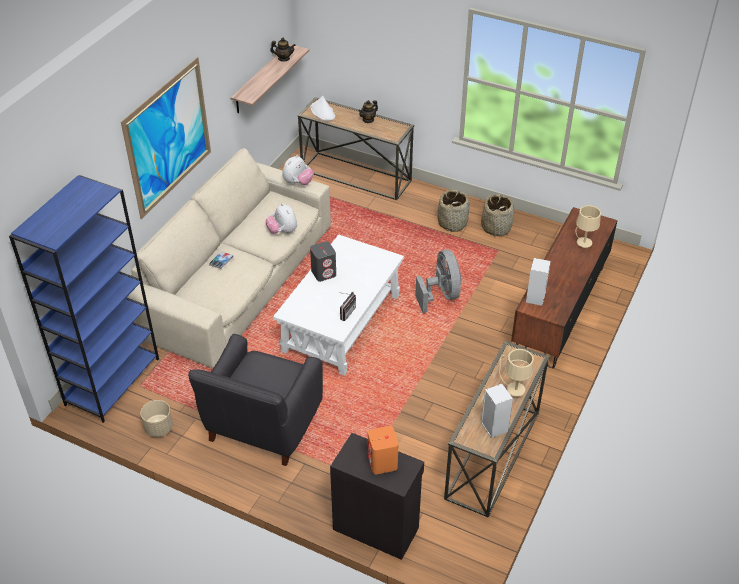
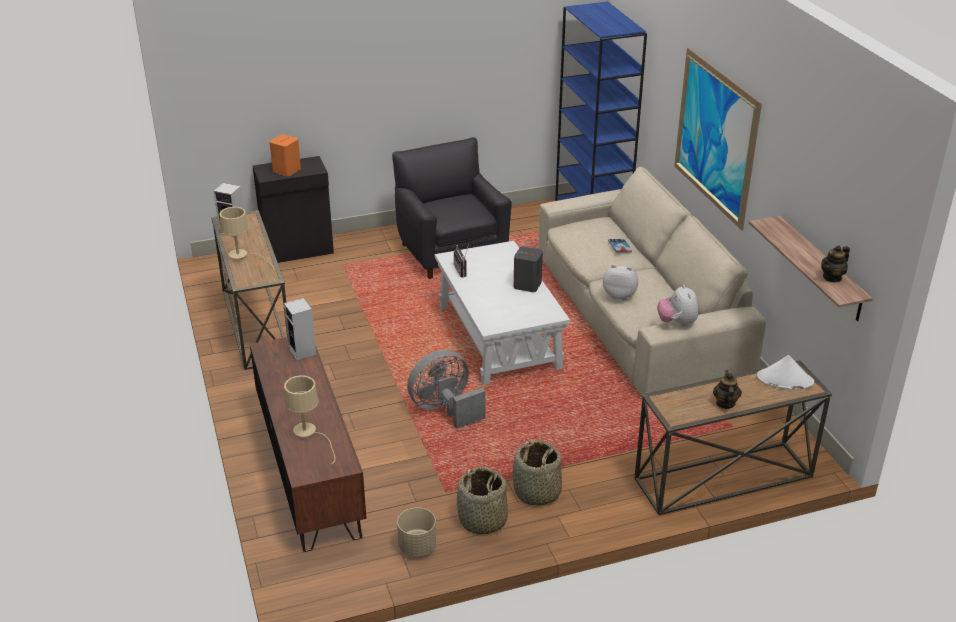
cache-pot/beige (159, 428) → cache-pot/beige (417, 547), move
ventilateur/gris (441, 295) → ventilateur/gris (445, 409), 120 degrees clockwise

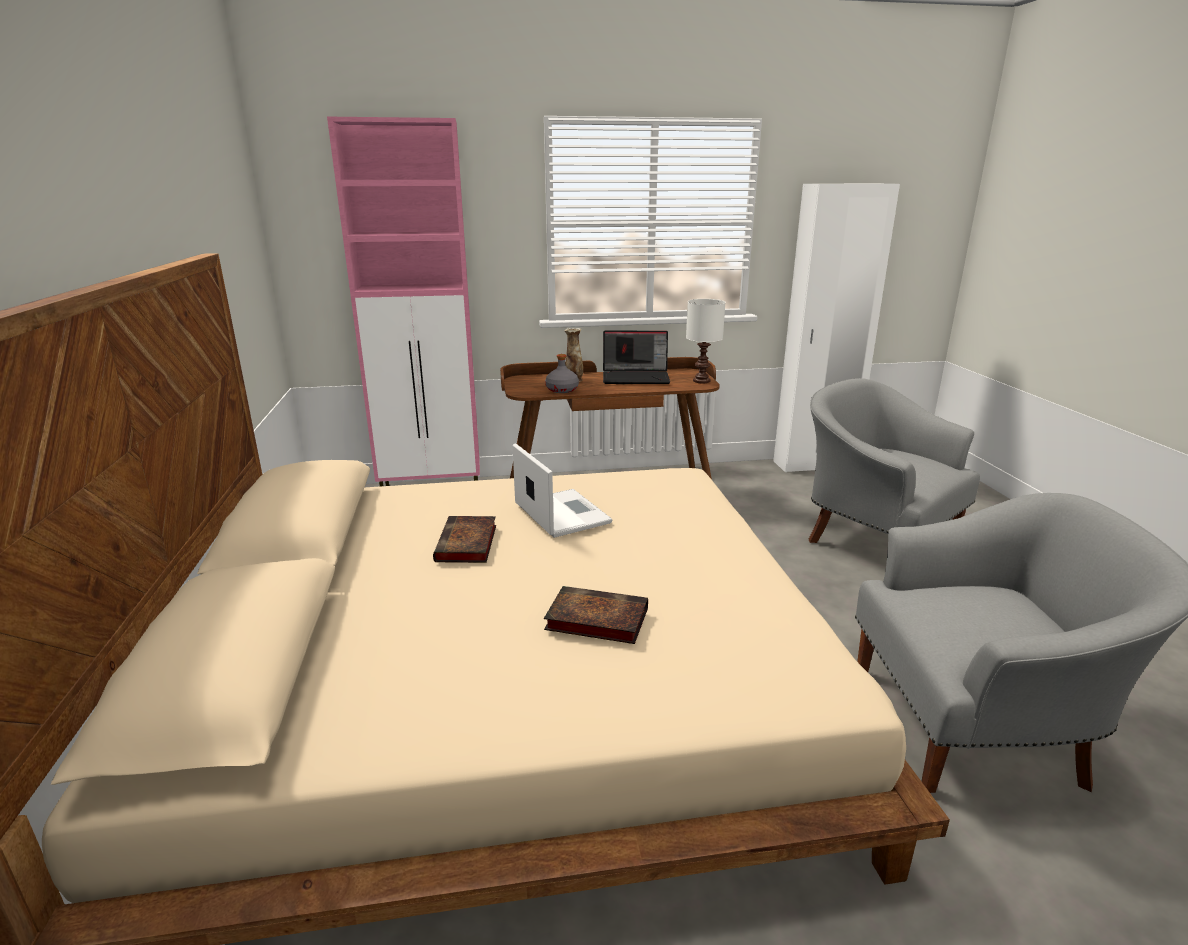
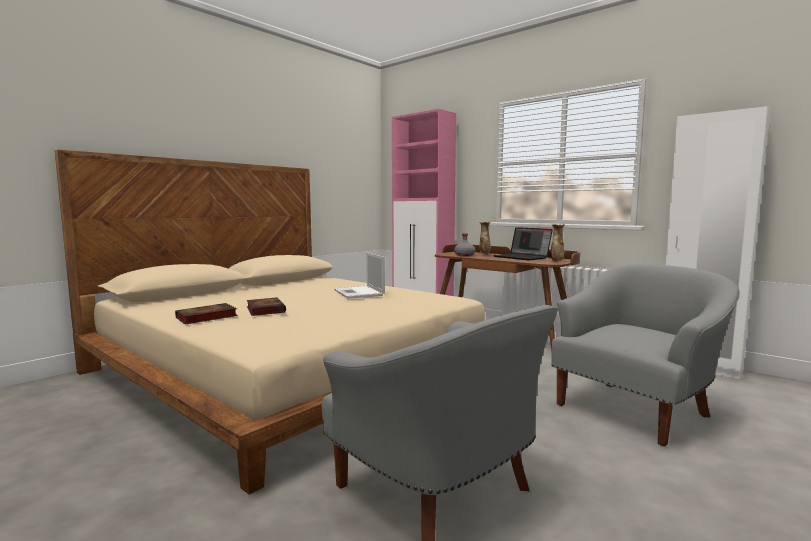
livre (467, 545) → livre (205, 317), move
ordinateur portable (561, 513) → ordinateur portable (359, 293), 135 degrees clockwise
lampe de table/blanc (701, 381) → vase (556, 262)
fauteuil/gris (875, 539) → fauteuil/gris (636, 409), 45 degrees clockwise

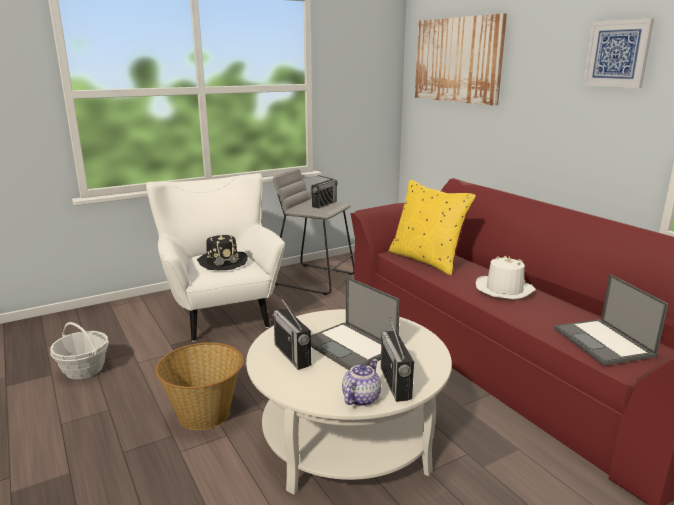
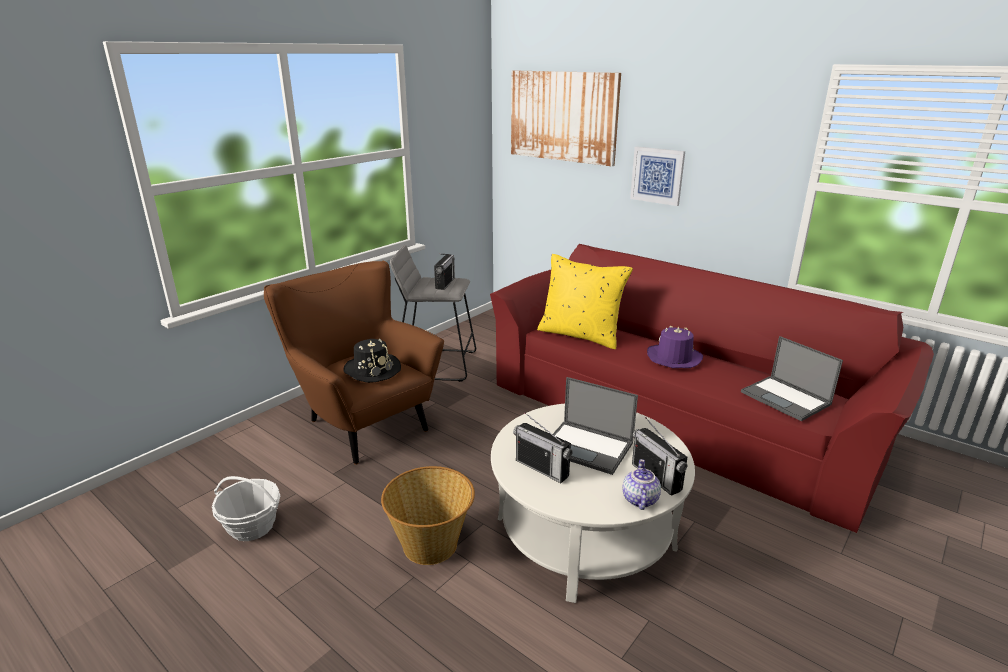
fauteuil/blanc (221, 312) → fauteuil/marron (361, 422)
chapeau/blanc (504, 289) → chapeau/violet (674, 358)
tableau (617, 53) → tableau (657, 175), move

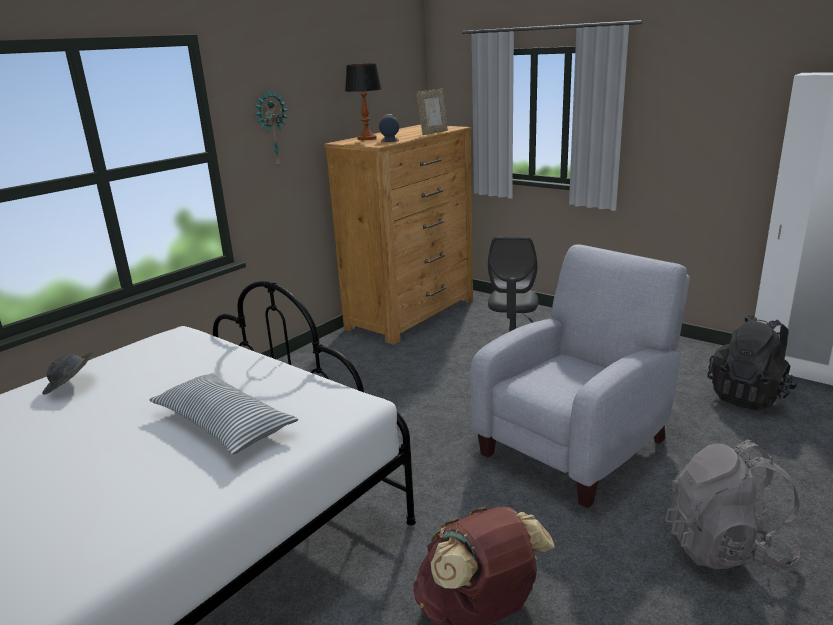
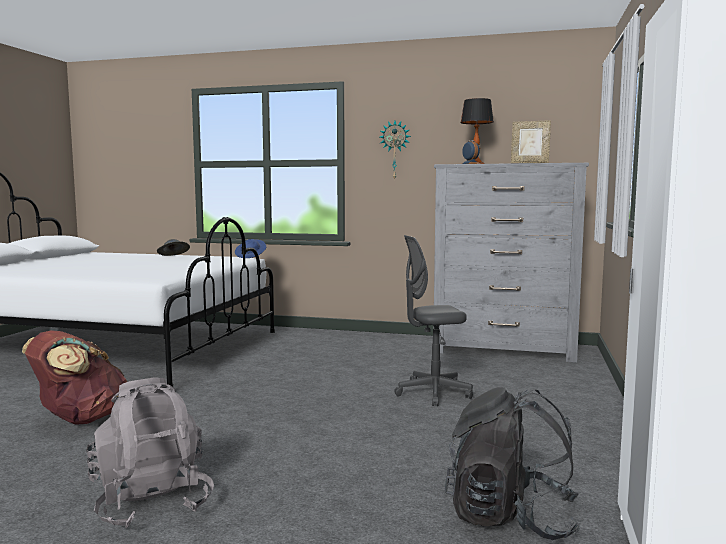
coussin (223, 425) → -
commode/marron (412, 314) → commode/gris (504, 349)
fauteuil/gris (578, 444) → -
- → chapeau/bleu (251, 256)

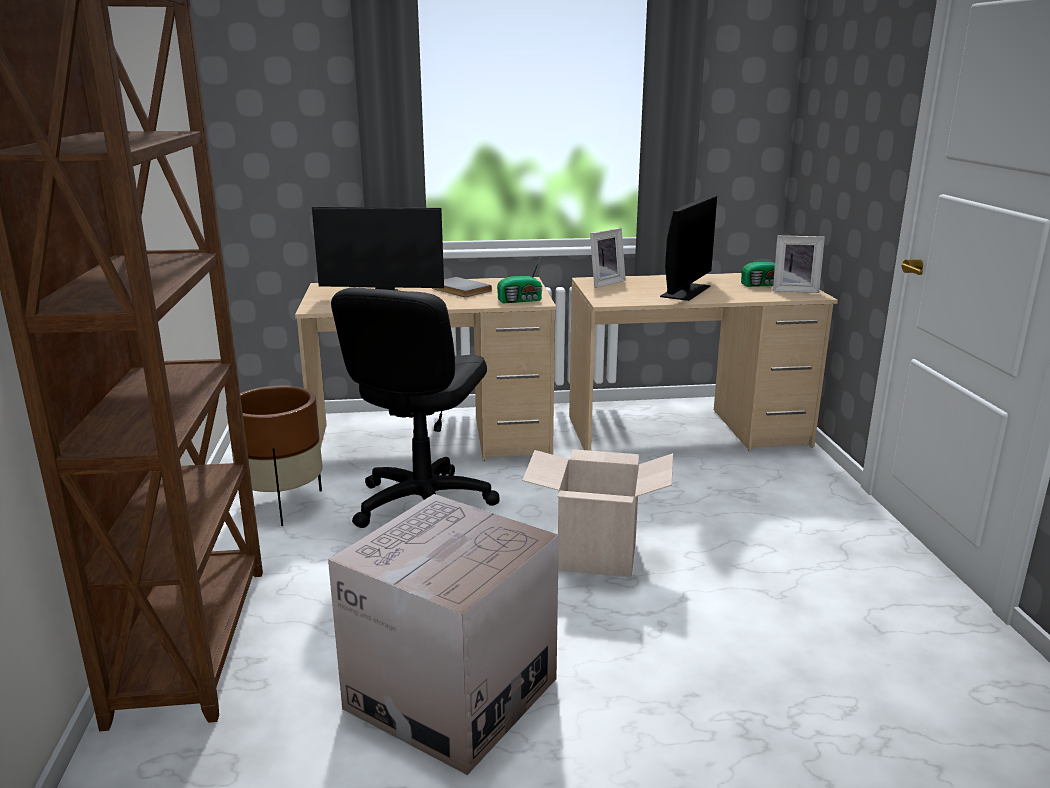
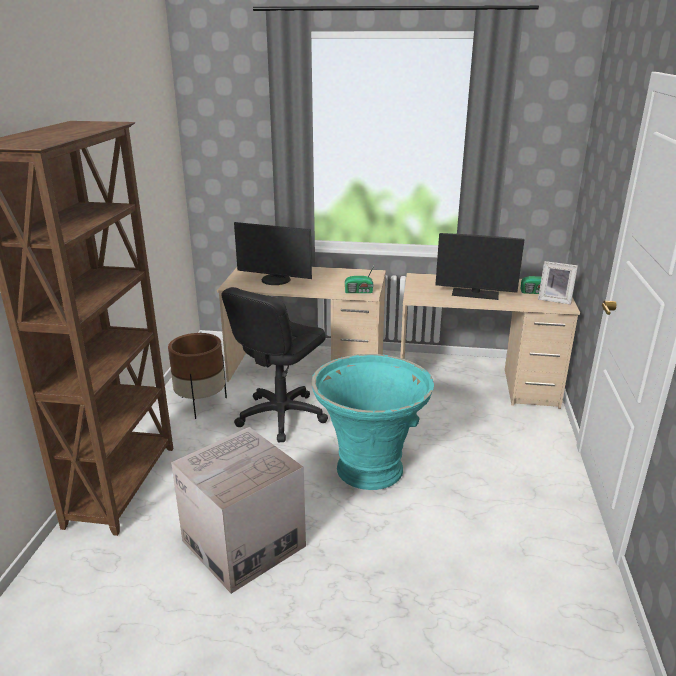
livre/gris (459, 290) → -
carton (597, 555) → cache-pot/turquoise (370, 468)
cadre photo (604, 283) → -
écran d'ordinateur (685, 291) → écran d'ordinateur (475, 294), 60 degrees clockwise

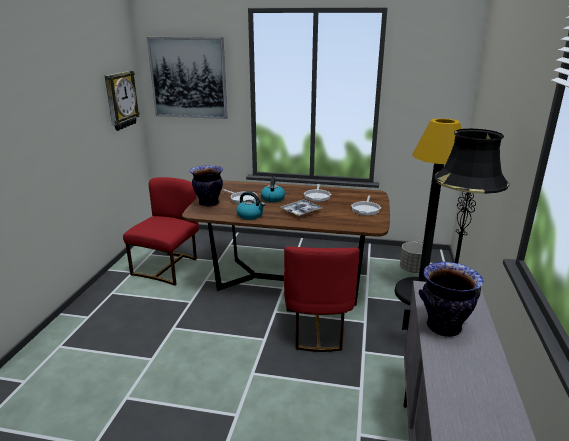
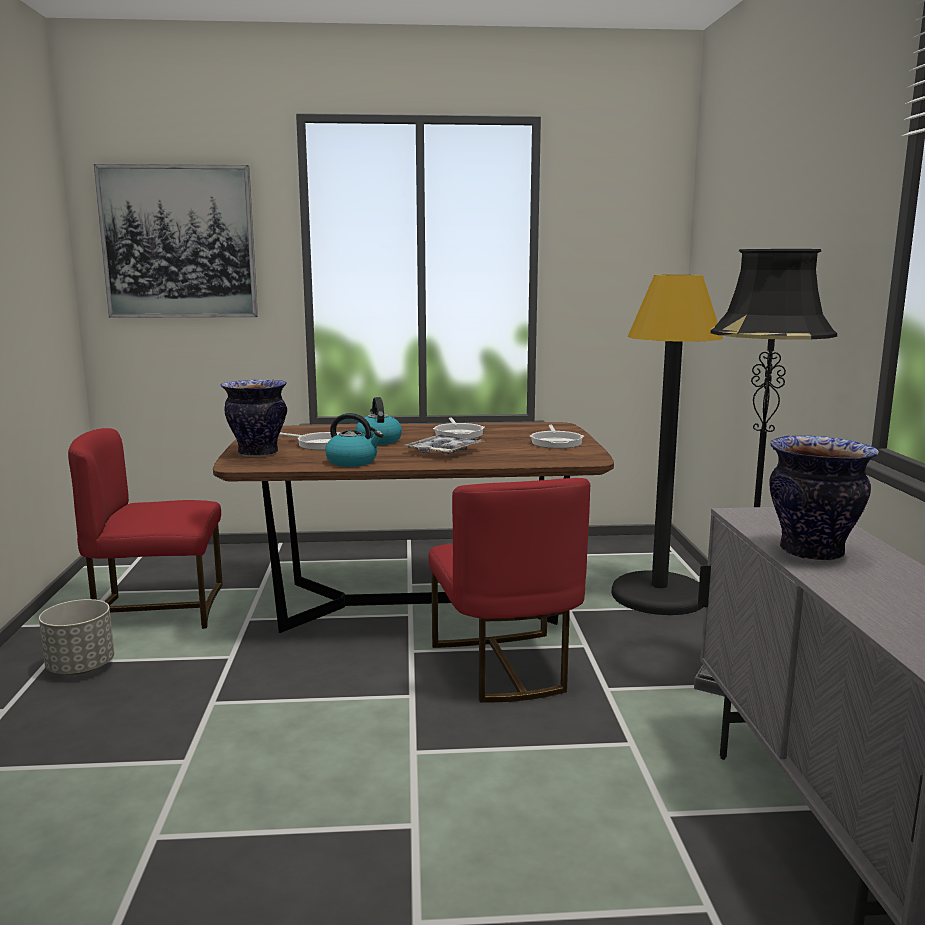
horloge murale (120, 100) → -
chaise/rouge (168, 267) → chaise/rouge (159, 608), 105 degrees counterclockwise
cache-pot/gris (412, 270) → cache-pot/gris (80, 668), move

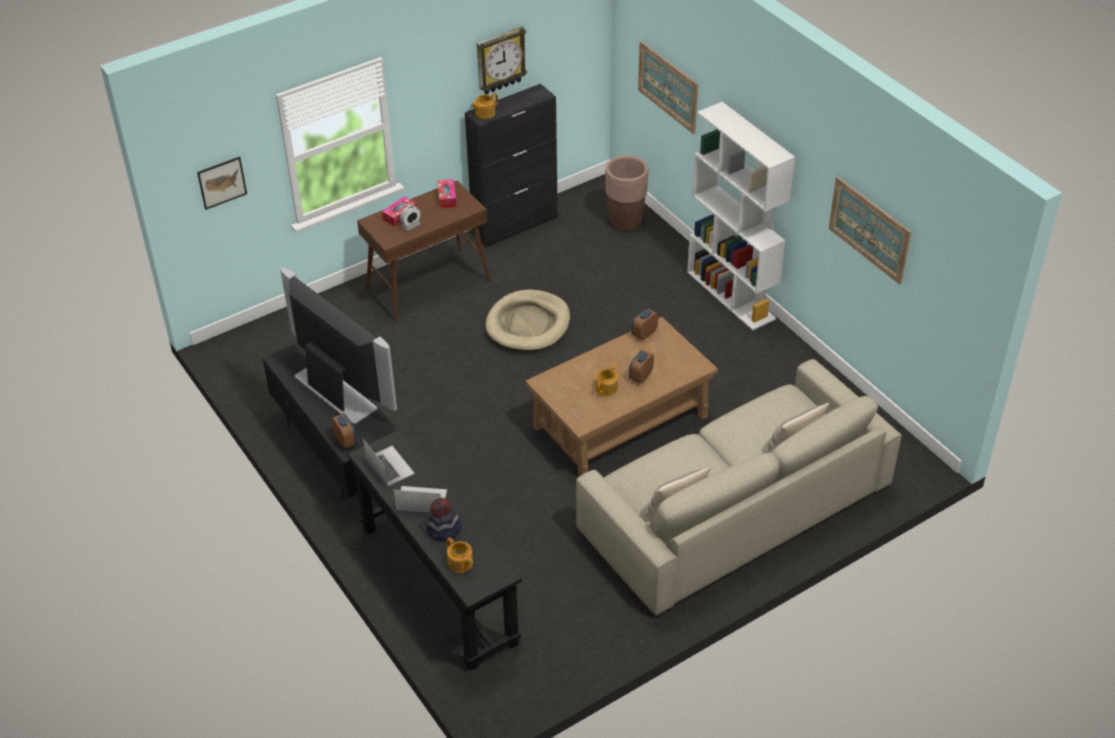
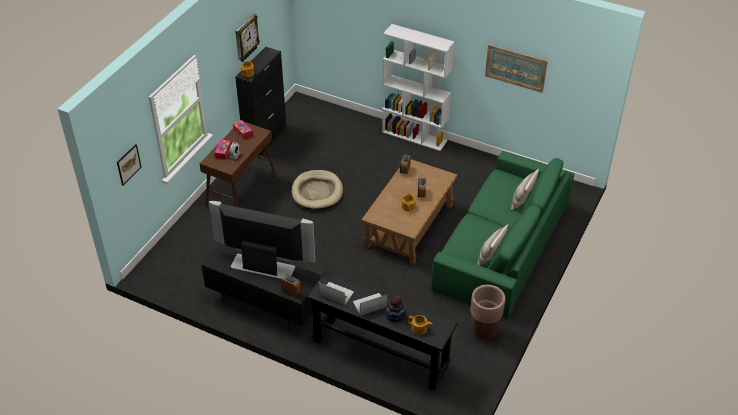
canapé/beige (734, 506) → canapé/vert (501, 246)
cache-pot/marron (625, 222) → cache-pot/marron (484, 331), move
tableau (668, 86) → -

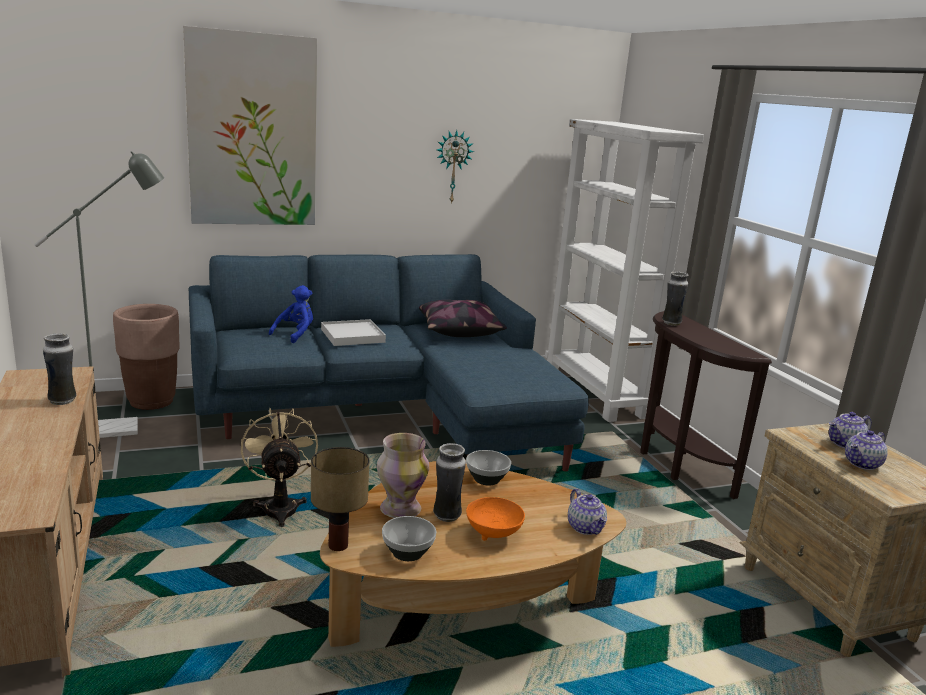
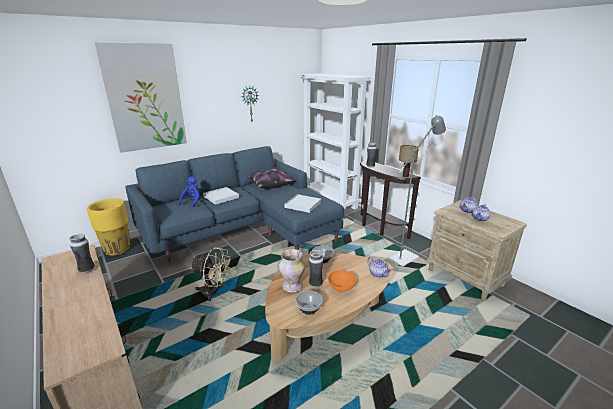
lampadaire/gris (122, 428) → lampadaire/gris (407, 256), move
cache-pot/marron (151, 401) → cache-pot/jaune (117, 250)
ventilateur/beige (280, 506) → ventilateur/beige (214, 292), 135 degrees clockwise
lampe de table (337, 545) → lampe de table (405, 176), move
- → plateau/blanc (303, 205)

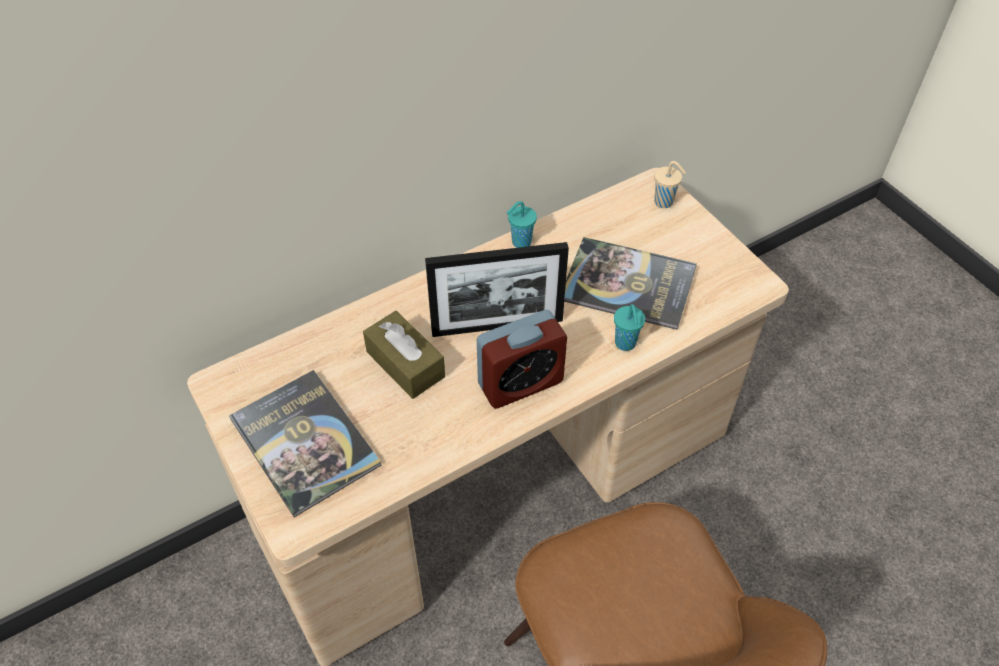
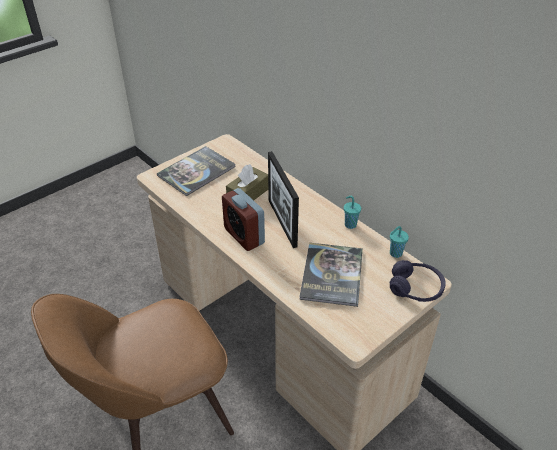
tasse/turquoise (625, 344) → tasse/turquoise (395, 253), move
tasse/beige (664, 202) → casque audio/violet (415, 288)

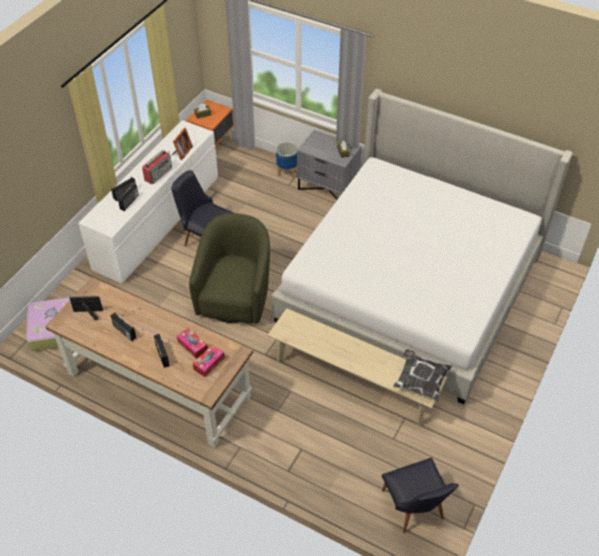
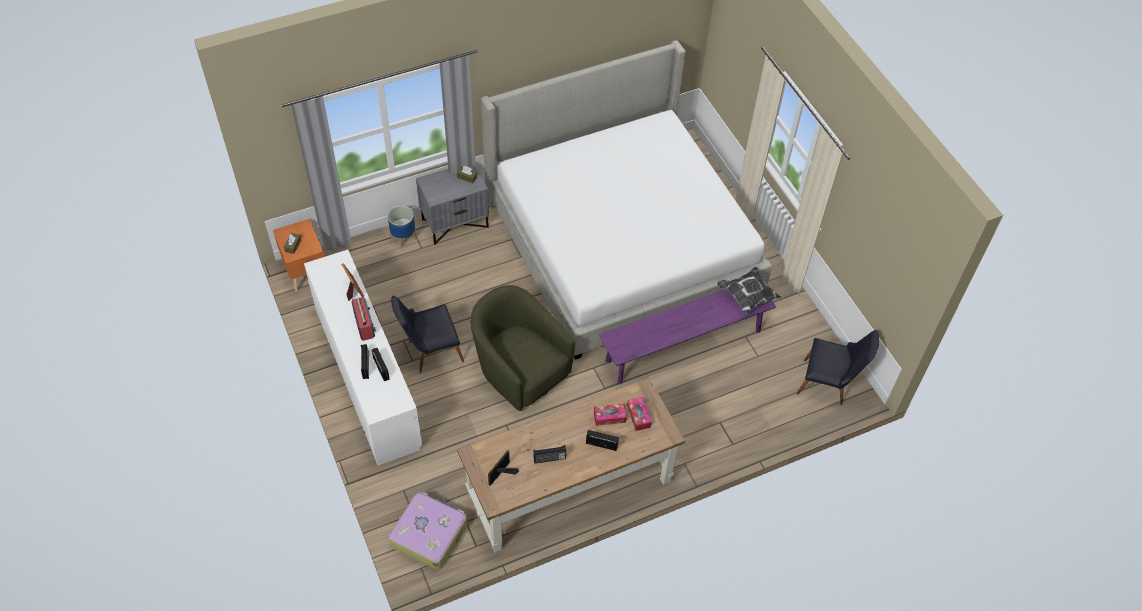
banc/beige (353, 381) → banc/violet (683, 345)

